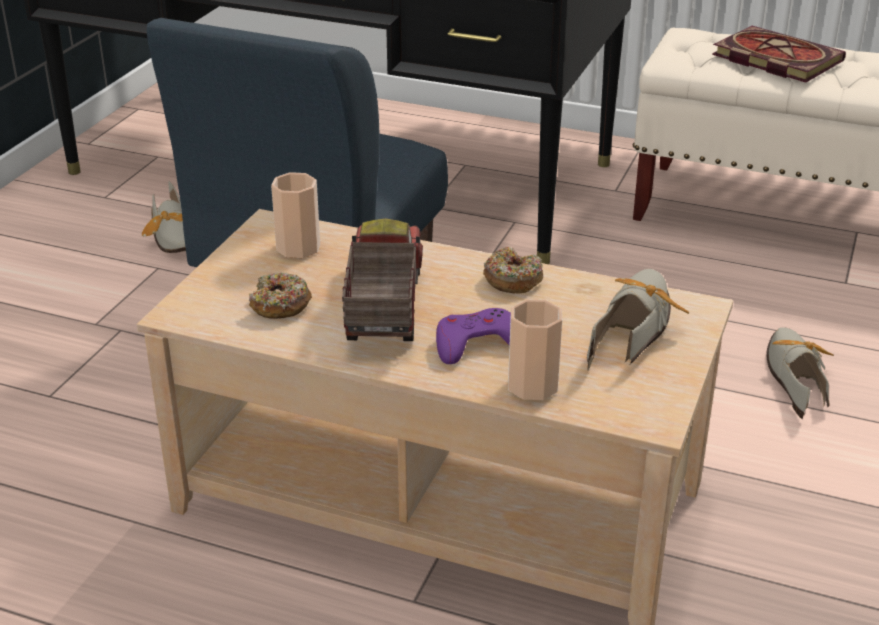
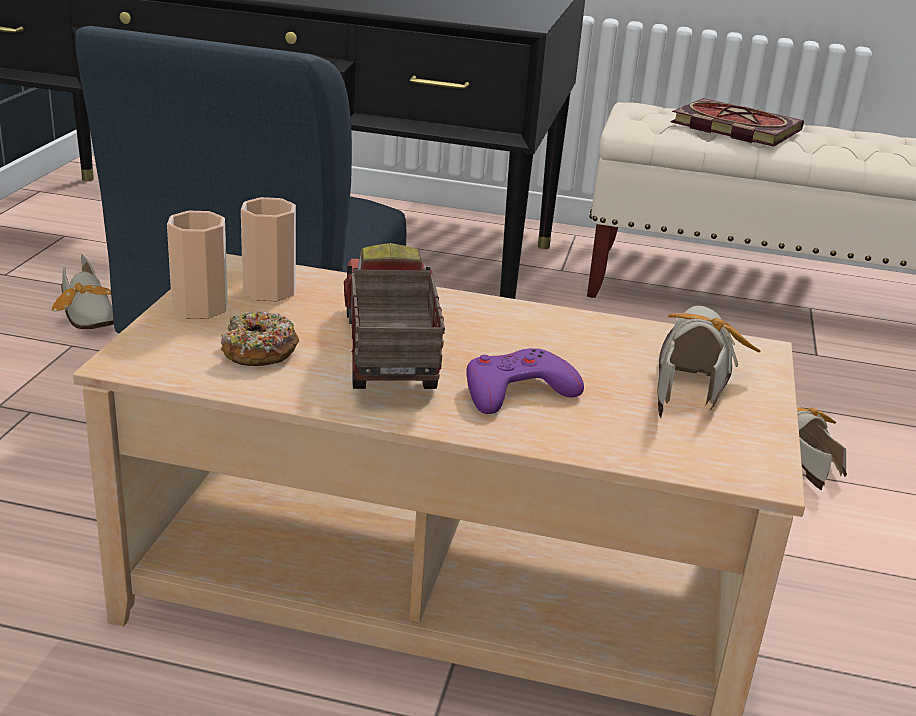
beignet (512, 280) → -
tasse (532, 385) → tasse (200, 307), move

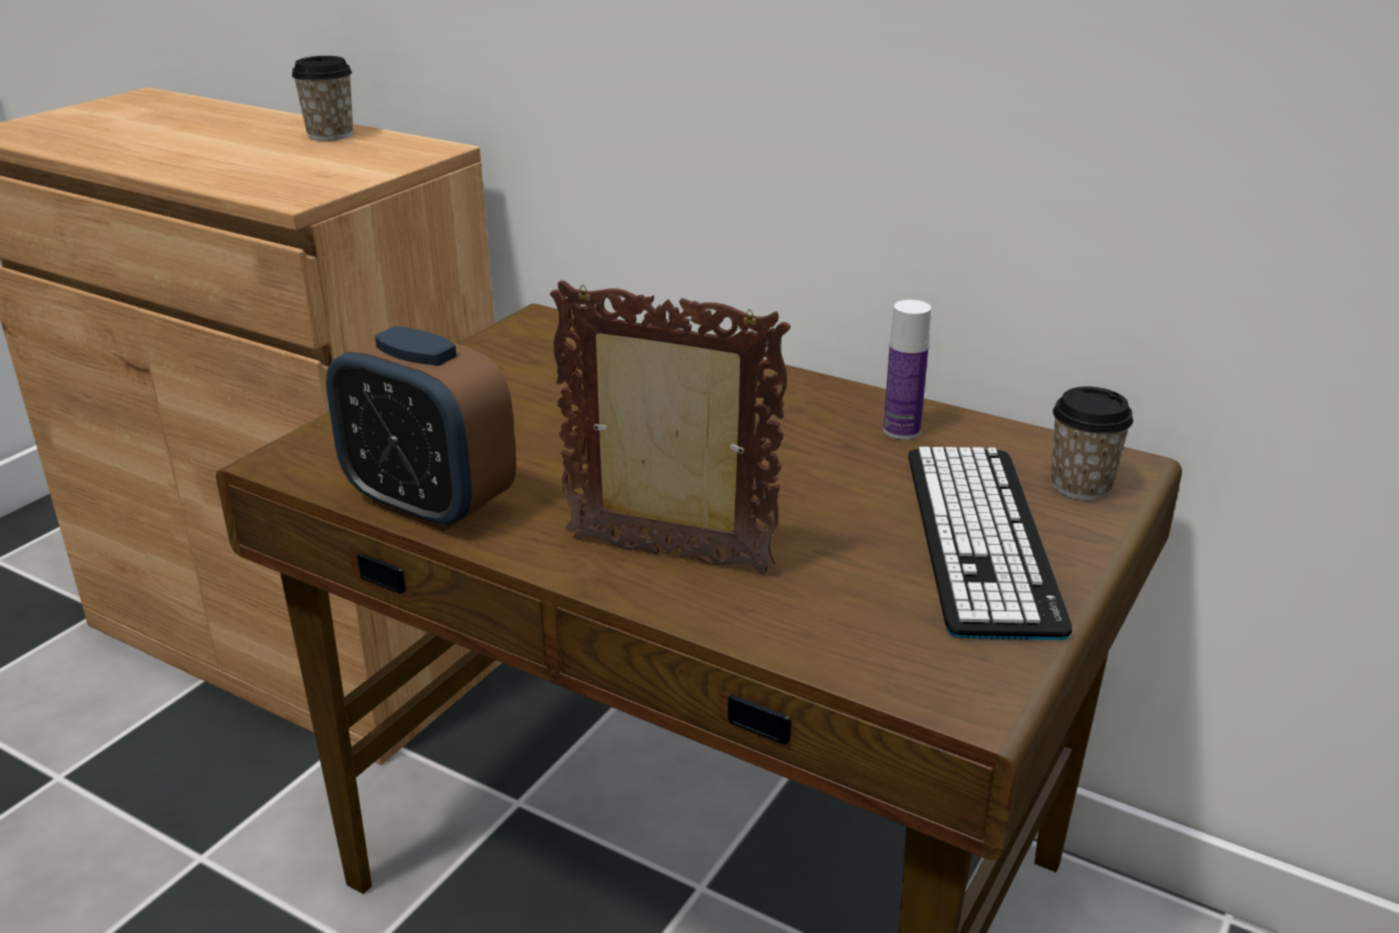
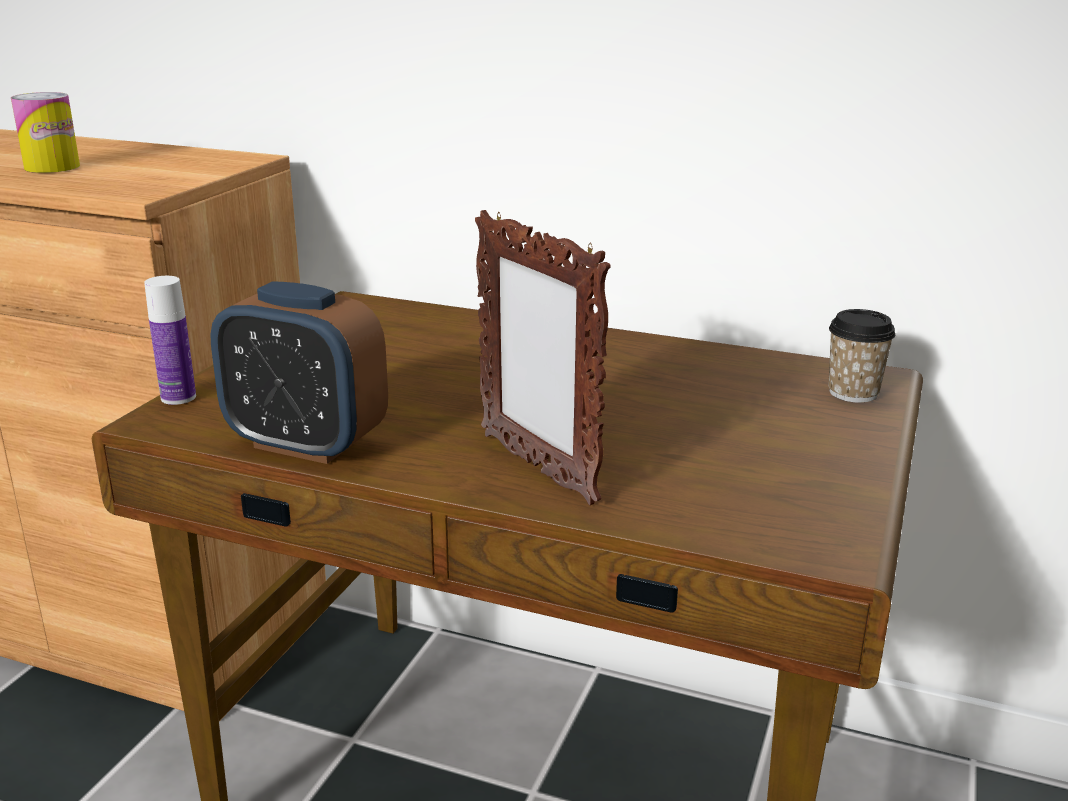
tasse (330, 135) → -
cadre photo (669, 557) → cadre photo (537, 468), 135 degrees counterclockwise
bouteille (901, 431) → bouteille (178, 397), move
clavier (980, 538) → -
- → boîte métallique (52, 167)

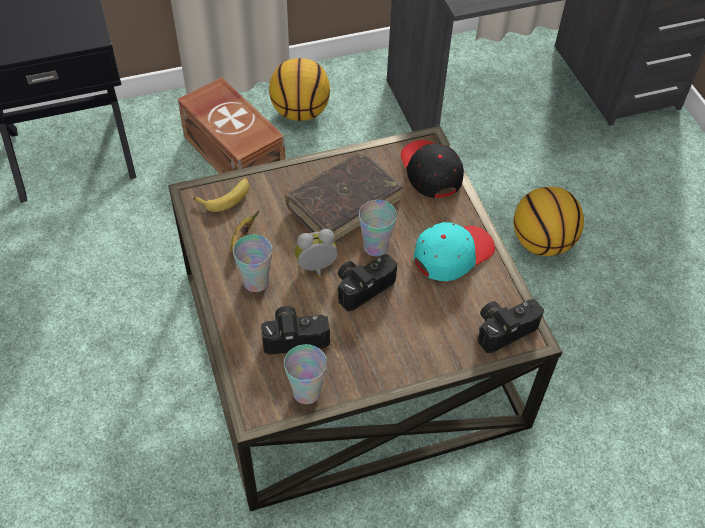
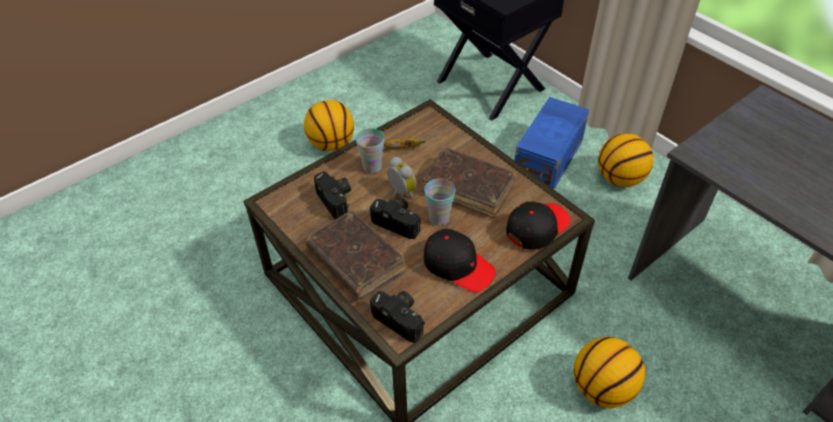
boîte de rangement/marron (234, 153) → boîte de rangement/bleu (549, 158)
banane (226, 197) → -
tasse (306, 392) → -
casquette/turquoise (452, 254) → casquette/noir (458, 266)
- → ballon de basket (331, 144)
- → livre/marron (356, 261)

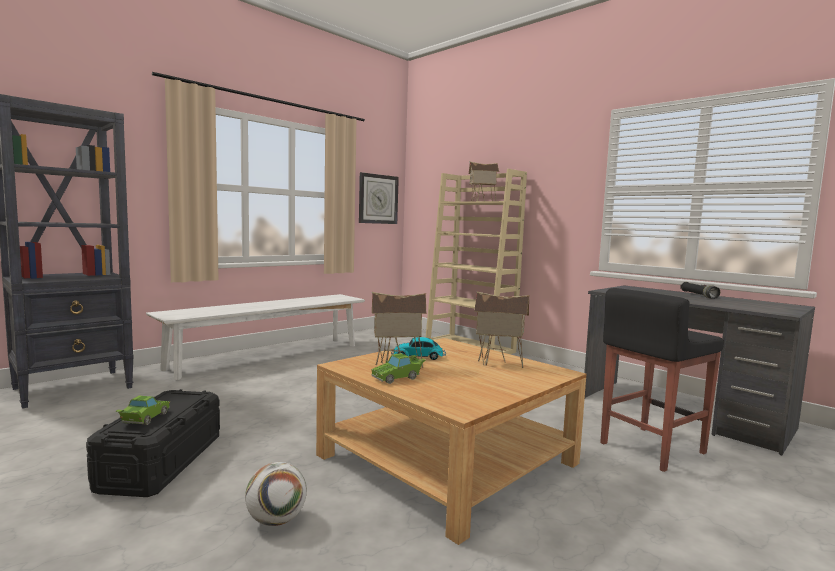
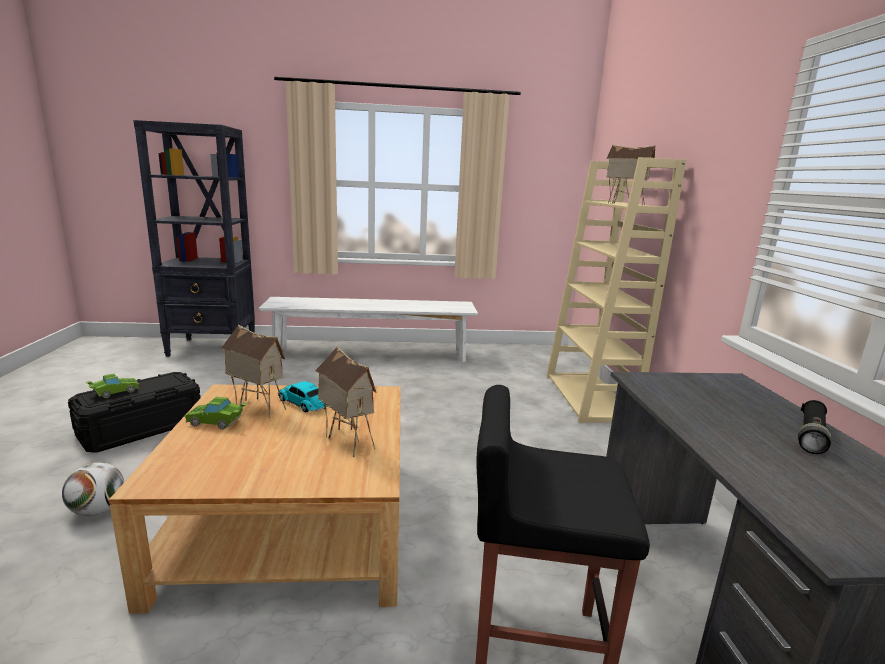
horloge murale (378, 199) → -

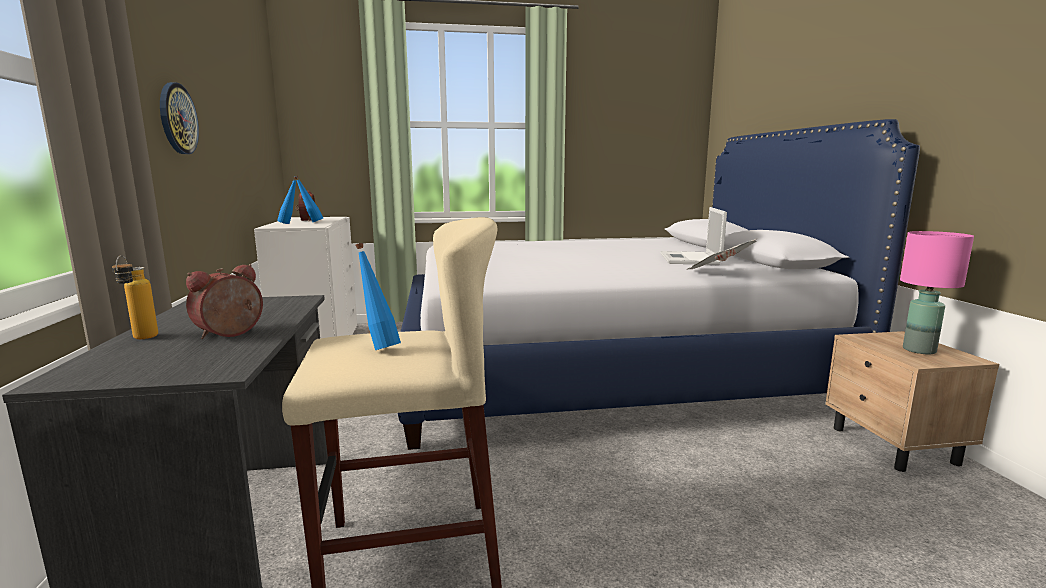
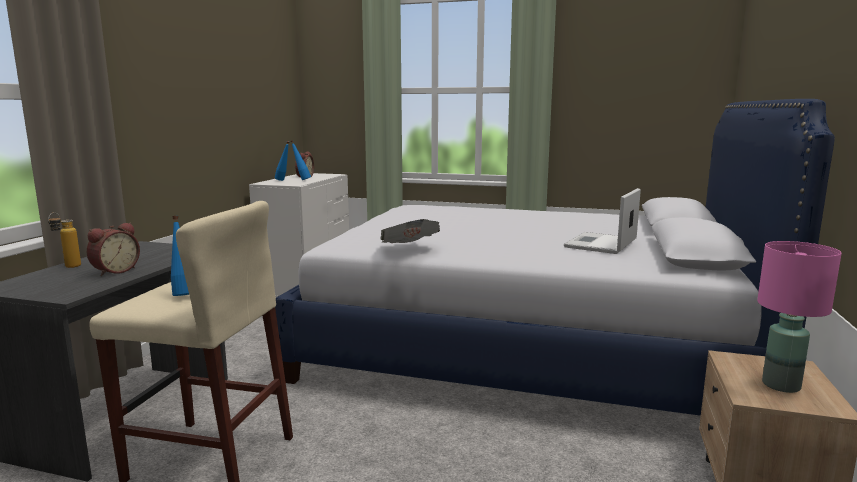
horloge murale (177, 119) → -
réveil (231, 334) → réveil (114, 271), 150 degrees clockwise
journal (719, 273) → journal (409, 249), move

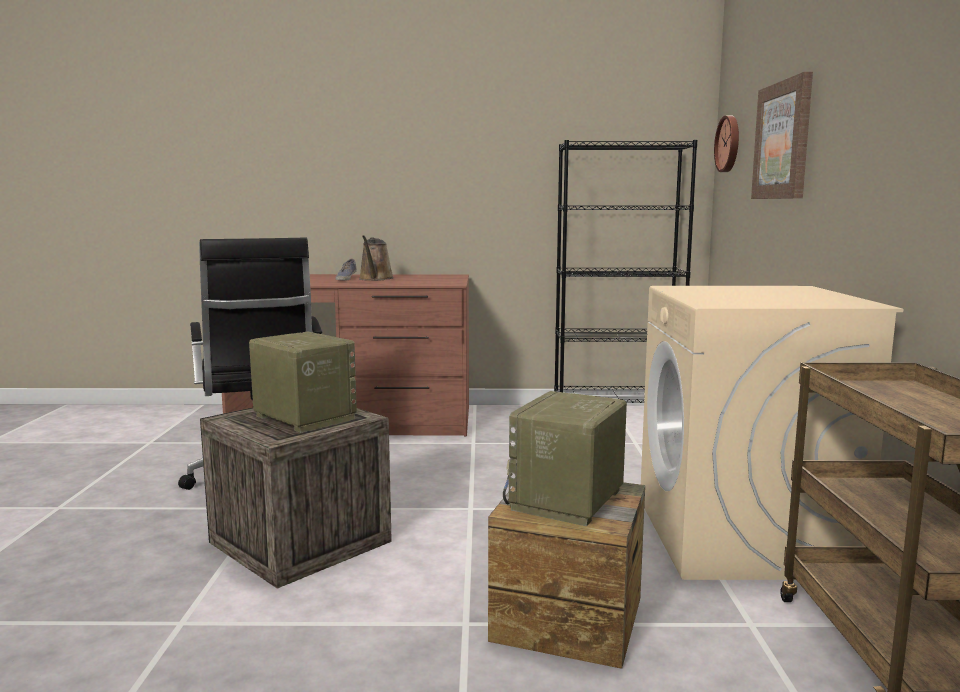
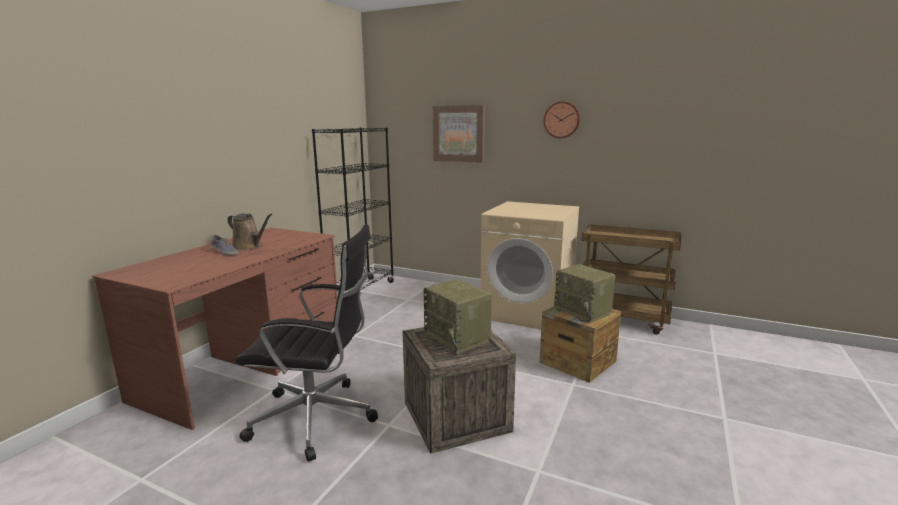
radio (303, 417) → radio (458, 338), 105 degrees counterclockwise
horloge murale (729, 144) → horloge murale (562, 120), move

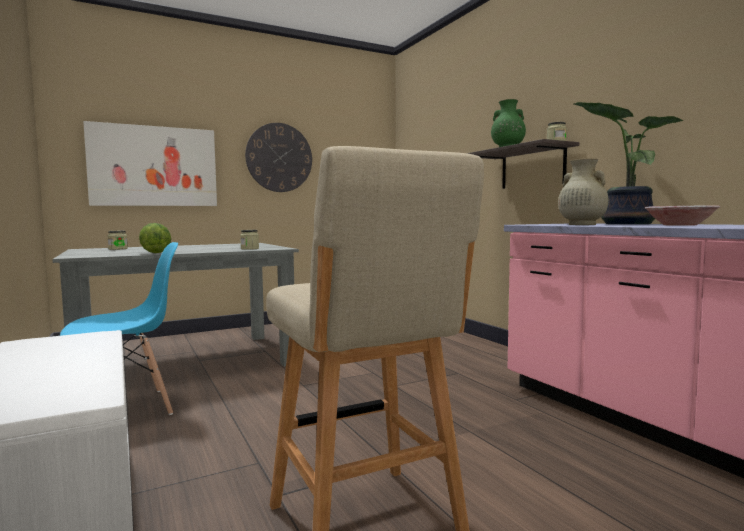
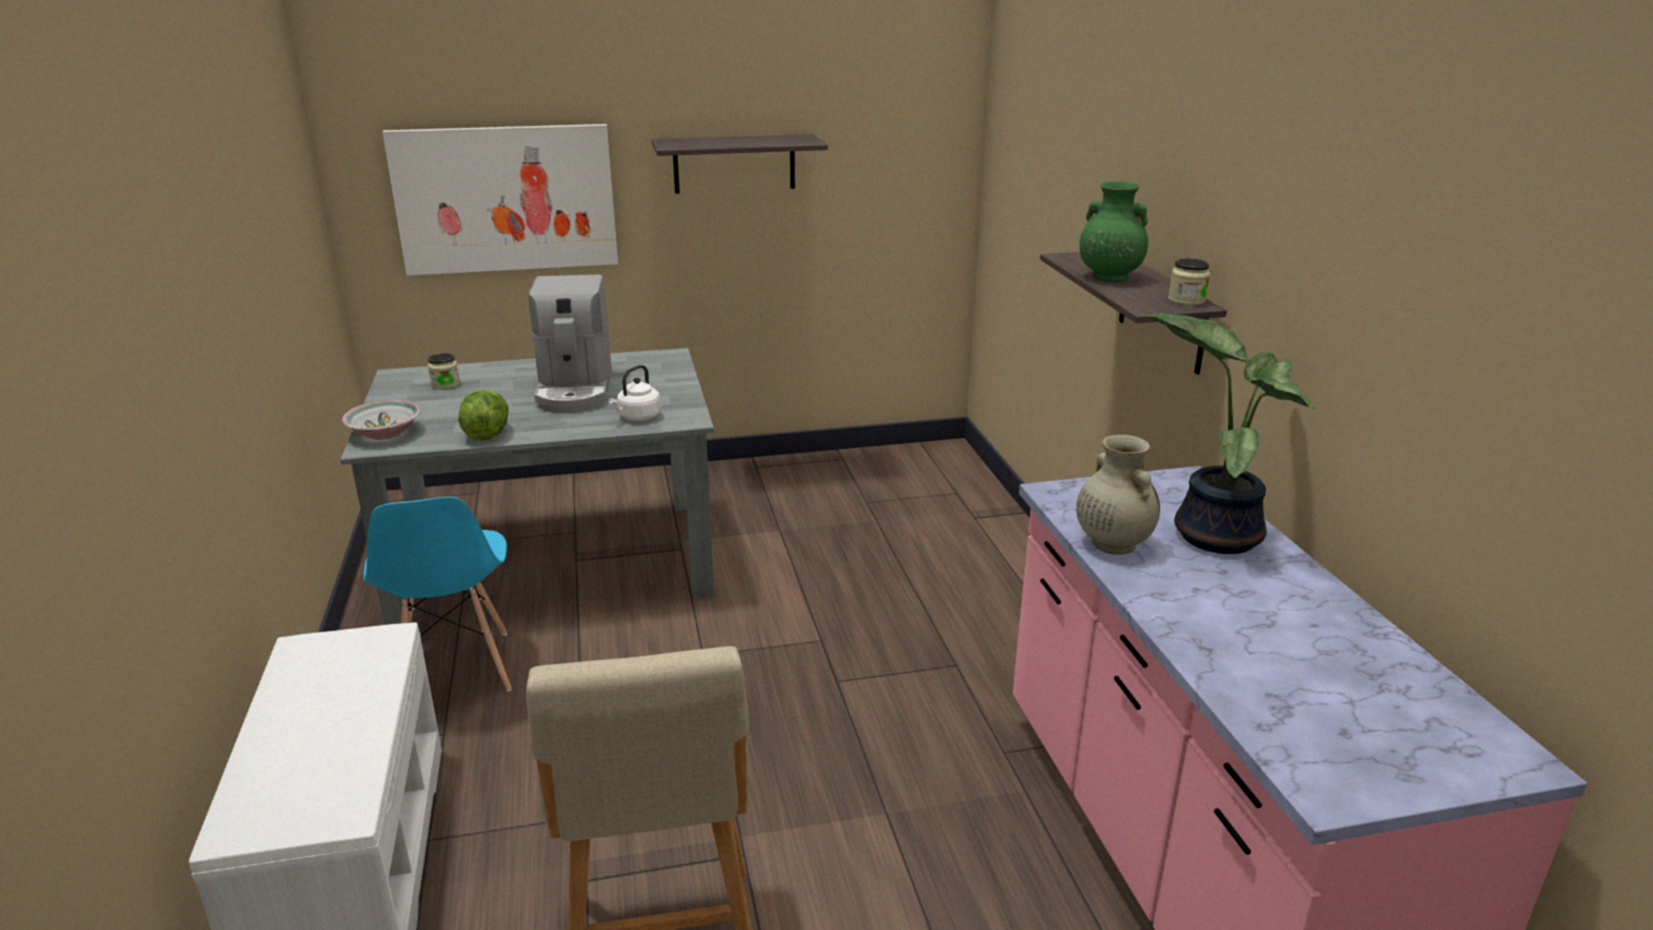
chaise/bleu (128, 409) → chaise/bleu (454, 670), 90 degrees clockwise
bocal (249, 249) → bouilloire/blanc (637, 417)
horloge murale (279, 157) → étagère (734, 163)
bol (679, 225) → bol (385, 433), move
- → machine à café (575, 390)

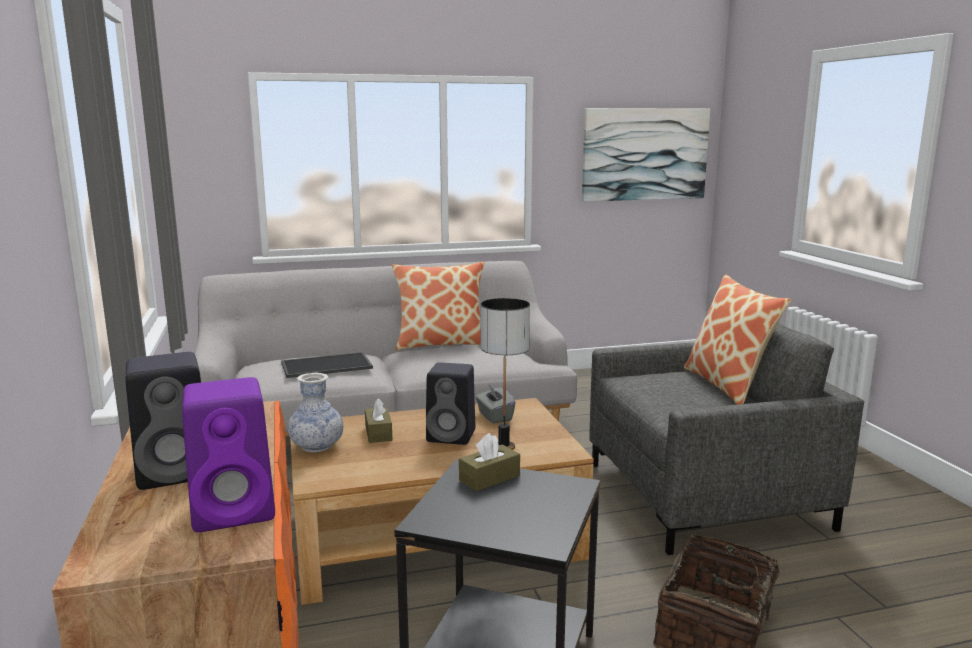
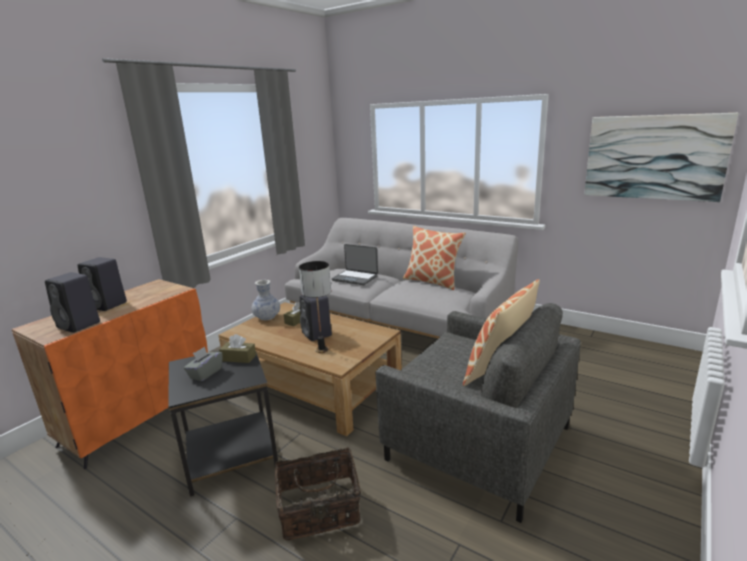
enceinte/violet (237, 510) → enceinte/noir (80, 325)
plateau (327, 365) → ordinateur portable (355, 278)
boîte à mouchoirs/gris (494, 416) → boîte à mouchoirs/gris (205, 373), move

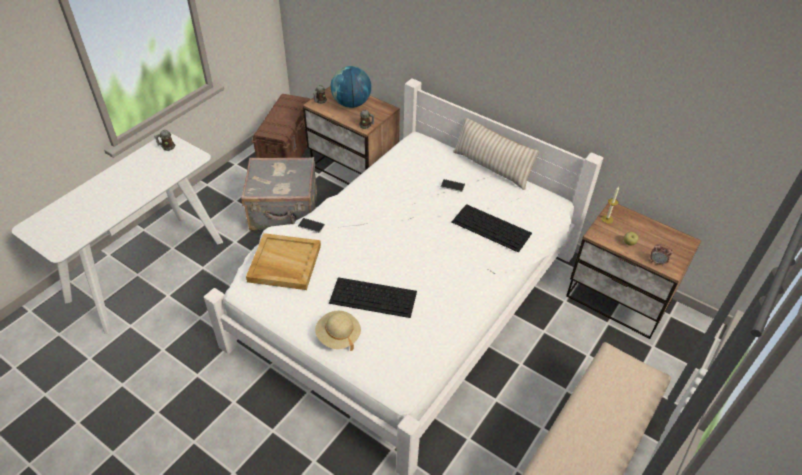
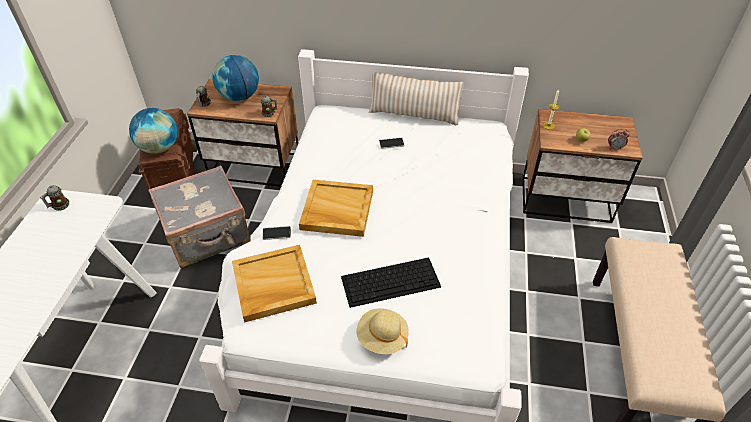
clavier (492, 227) → -
- → globe (159, 148)
- → plateau/beige (336, 210)

